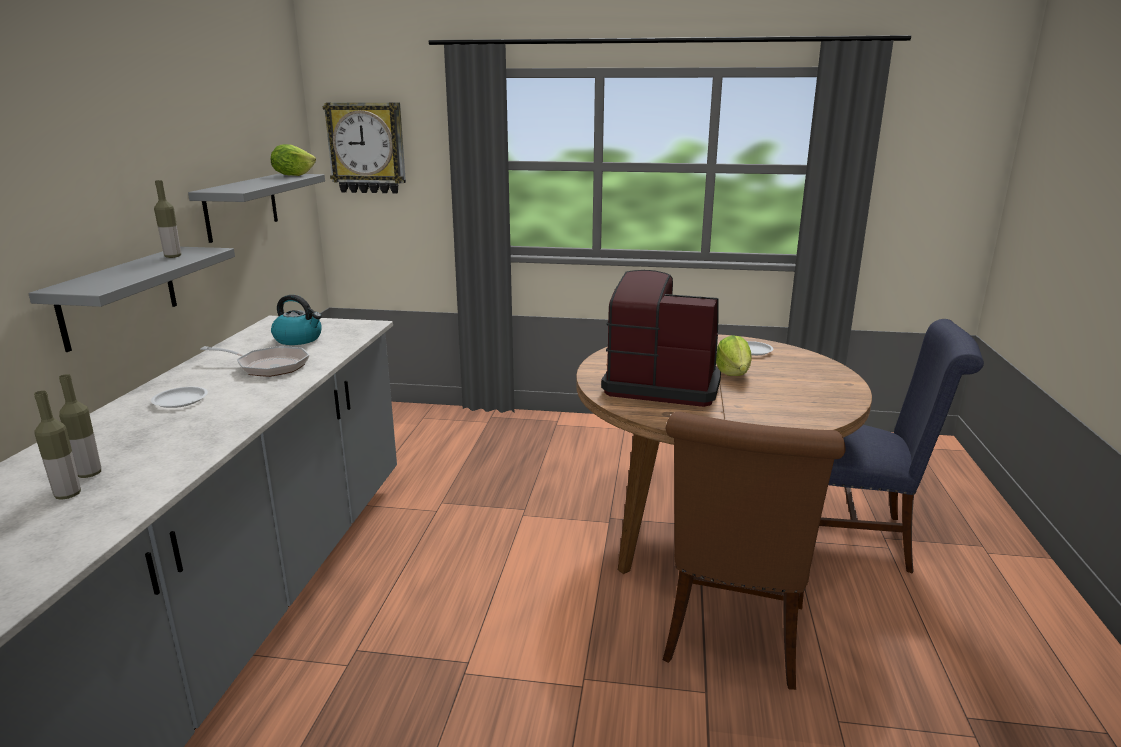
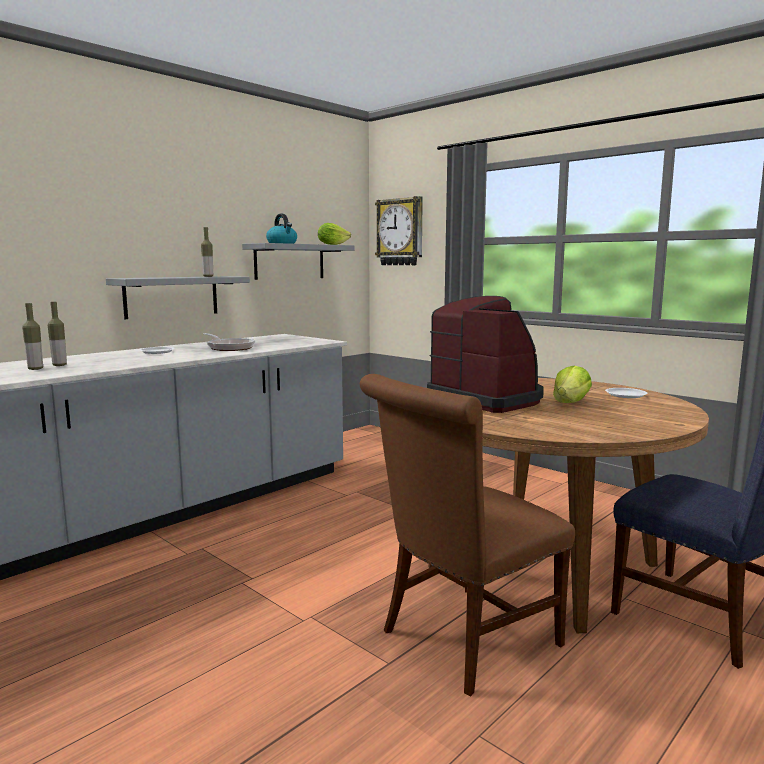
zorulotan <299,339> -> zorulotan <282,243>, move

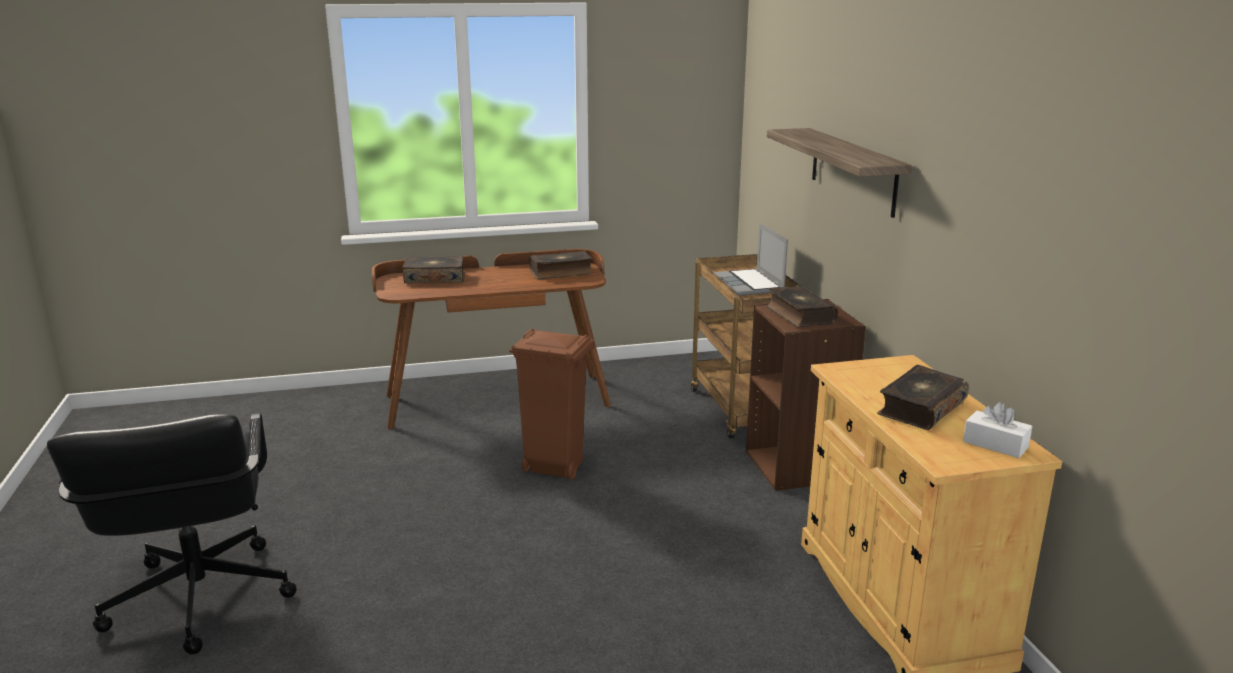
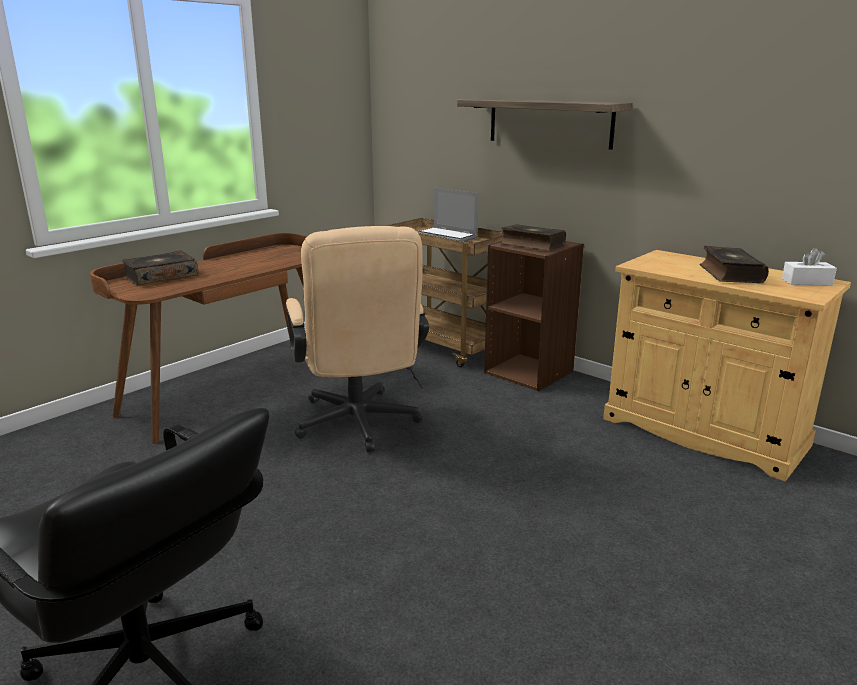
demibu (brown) <553,468> -> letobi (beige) <358,427>
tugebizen <561,272> -> none

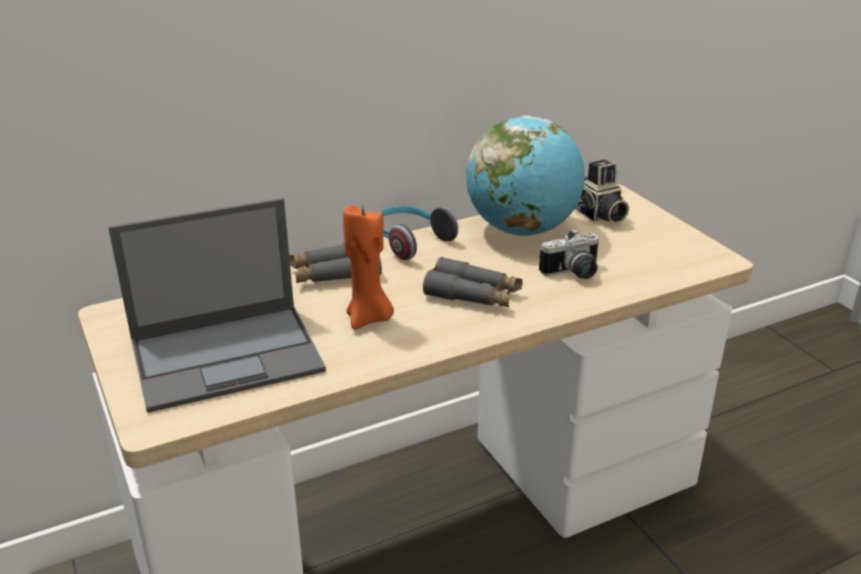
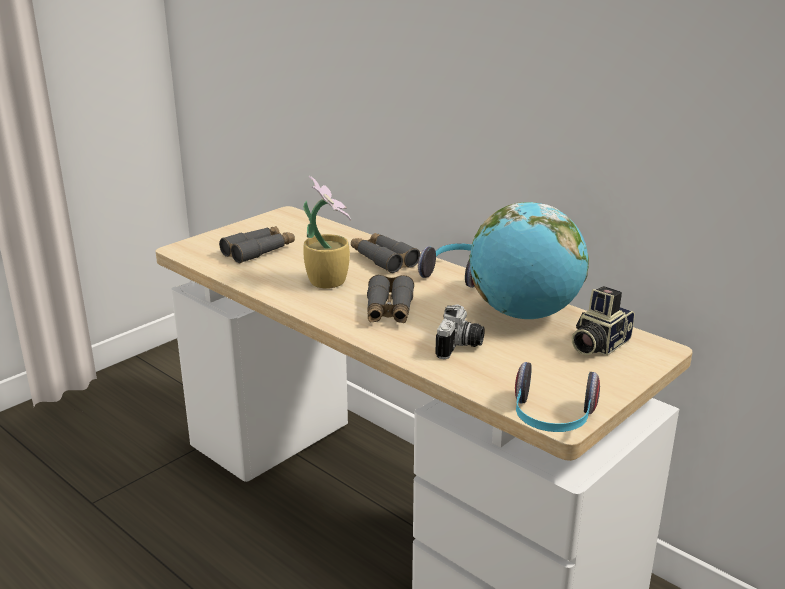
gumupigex <228,355> -> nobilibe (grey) <259,251>
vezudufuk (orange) <369,318> -> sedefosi <328,281>
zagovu <573,273> -> zagovu <461,347>, 120 degrees counterclockwise
none -> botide <552,419>

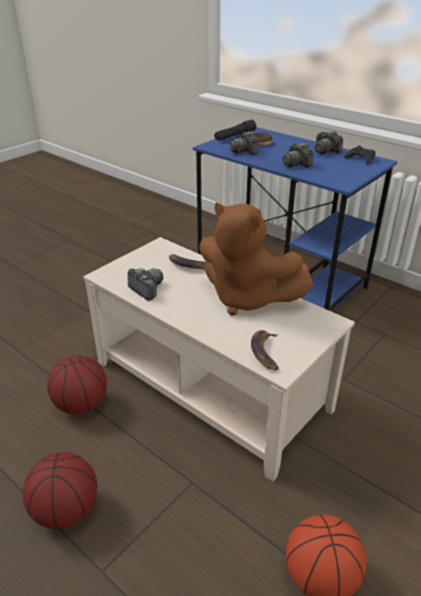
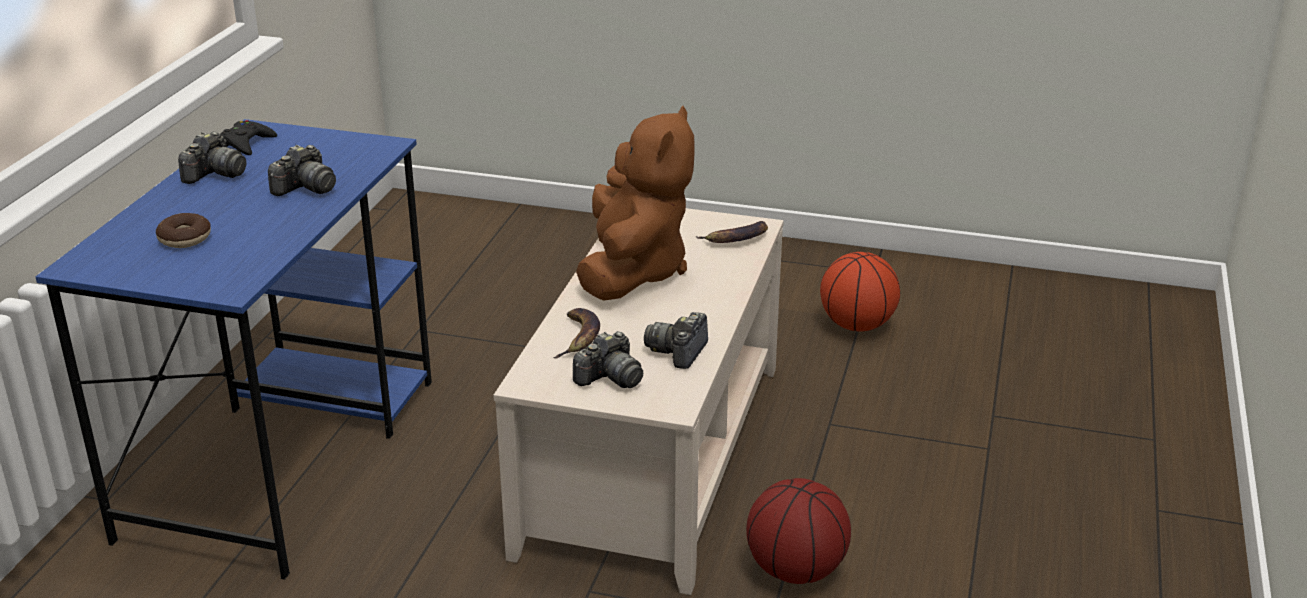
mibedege <65,510> -> none
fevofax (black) <235,136> -> none
zagovu <244,151> -> zagovu <610,378>, move

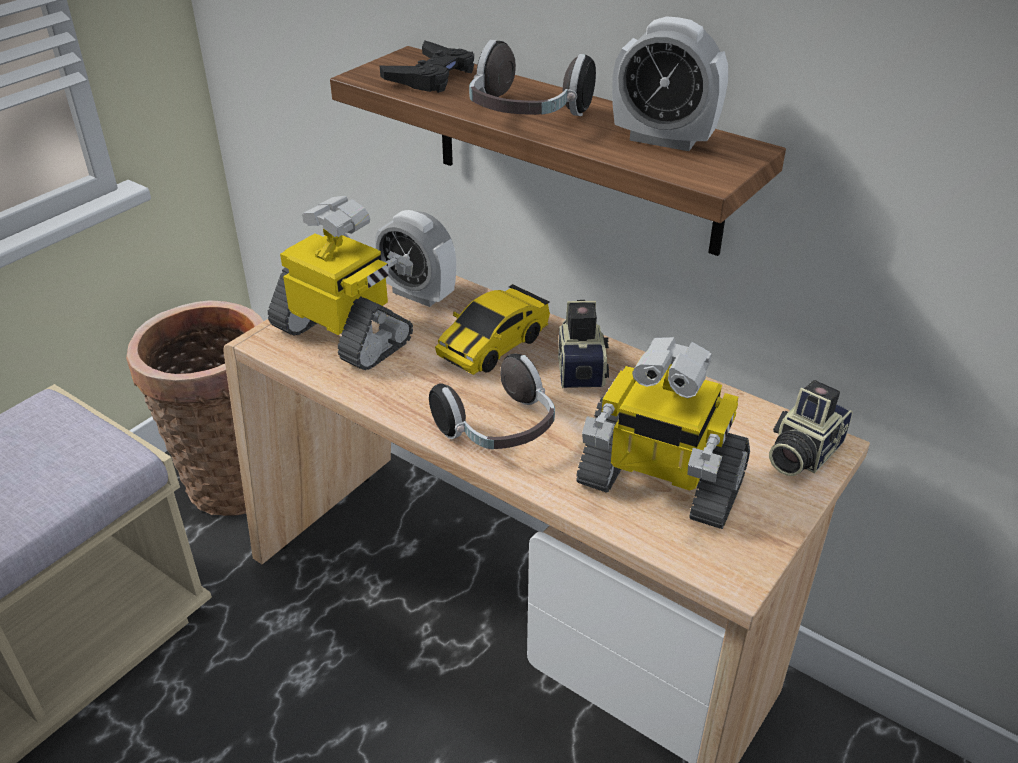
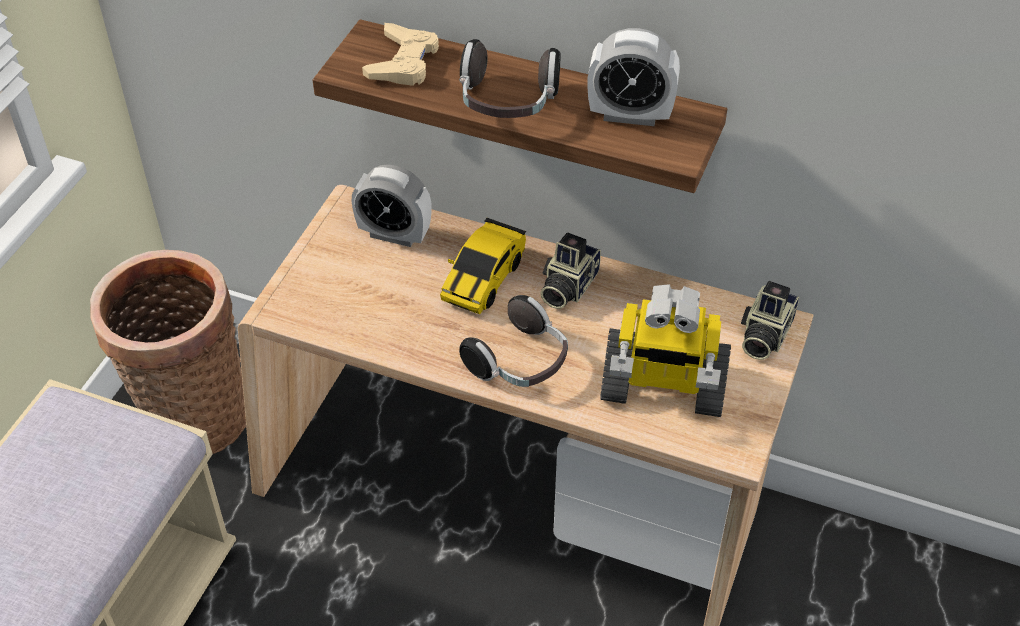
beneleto <345,335> -> none
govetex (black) <431,76> -> govetex (beige) <403,62>
zagovu <581,367> -> zagovu <566,286>, 135 degrees counterclockwise

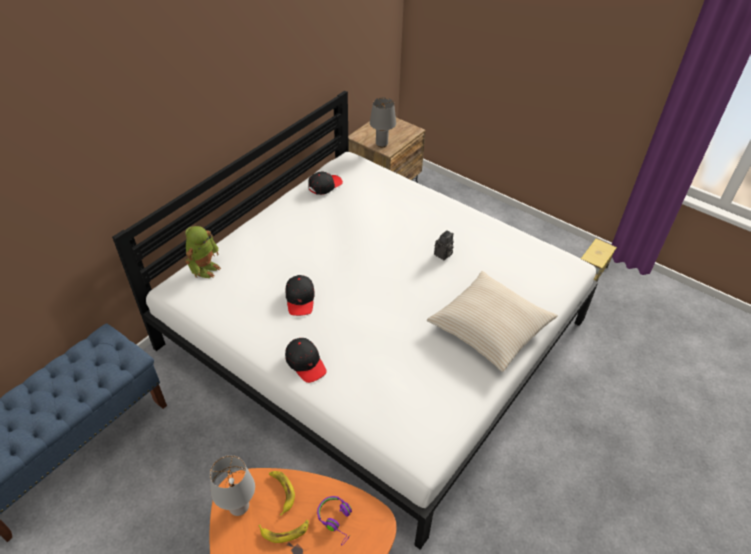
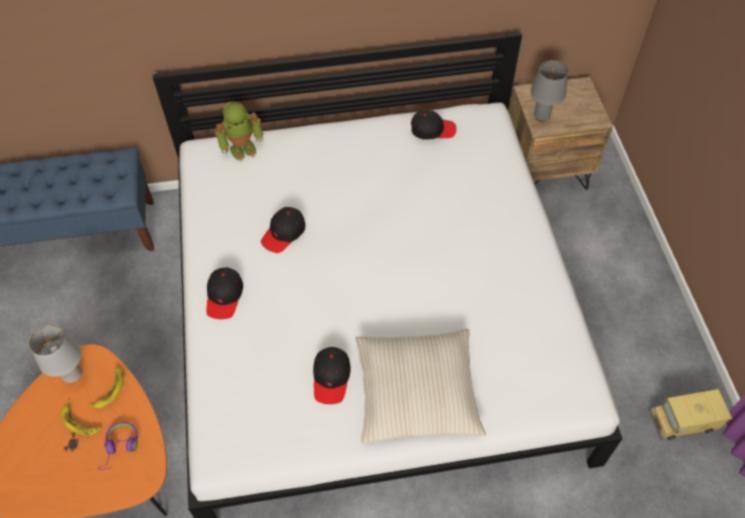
zagovu <443,255> -> none
none -> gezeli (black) <331,378>

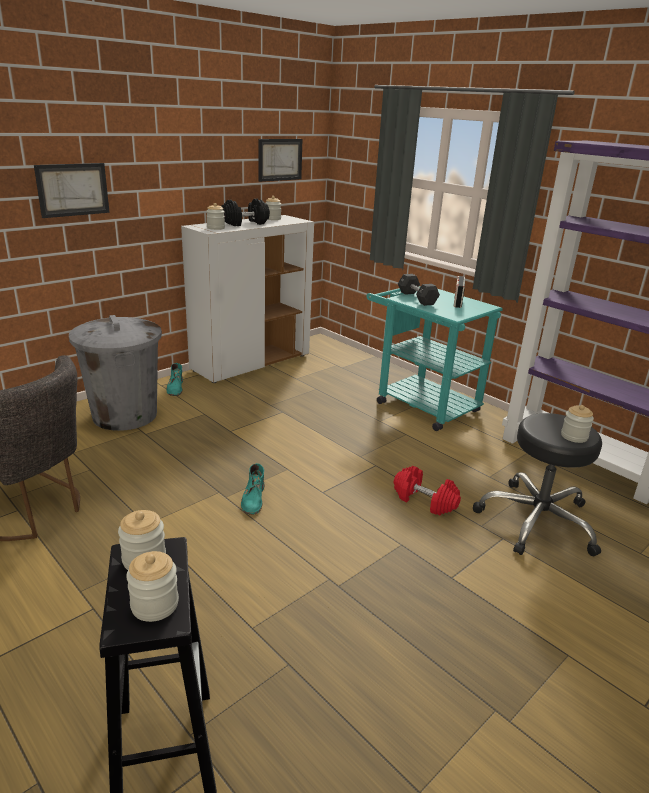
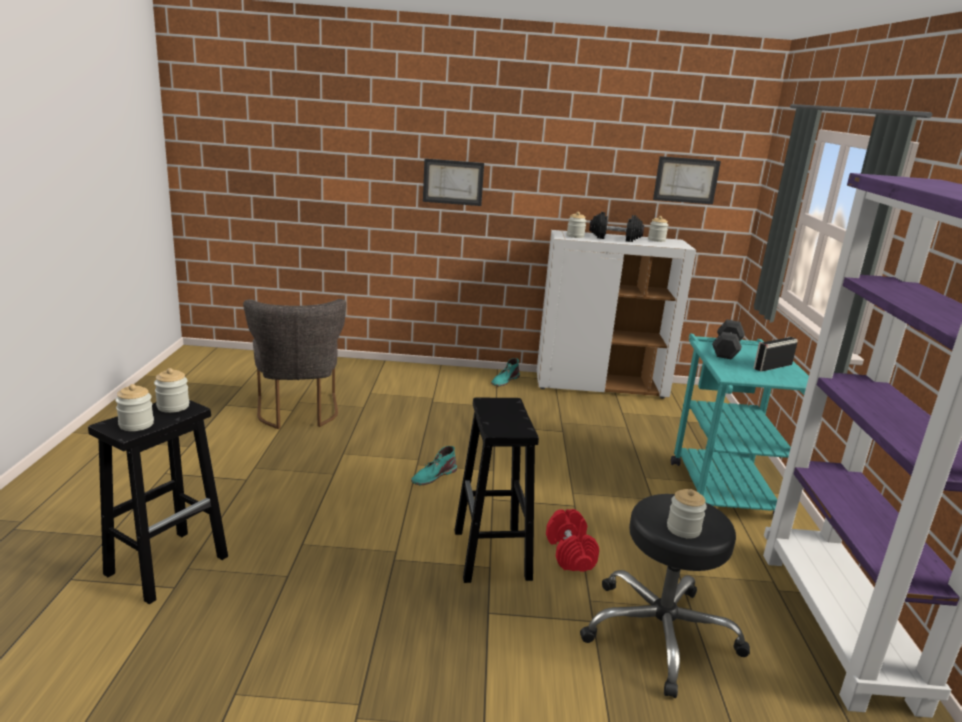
demibu (grey) <124,415> -> none
none -> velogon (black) <492,555>

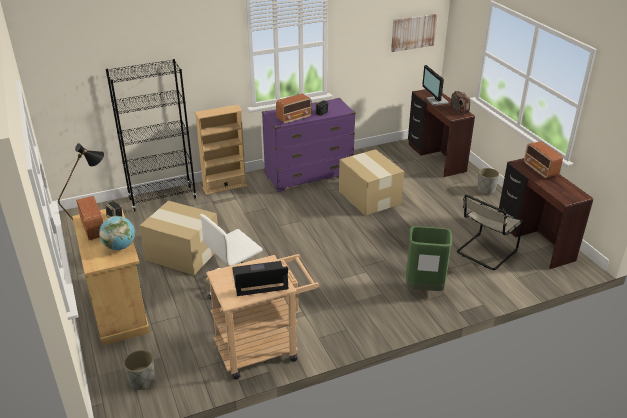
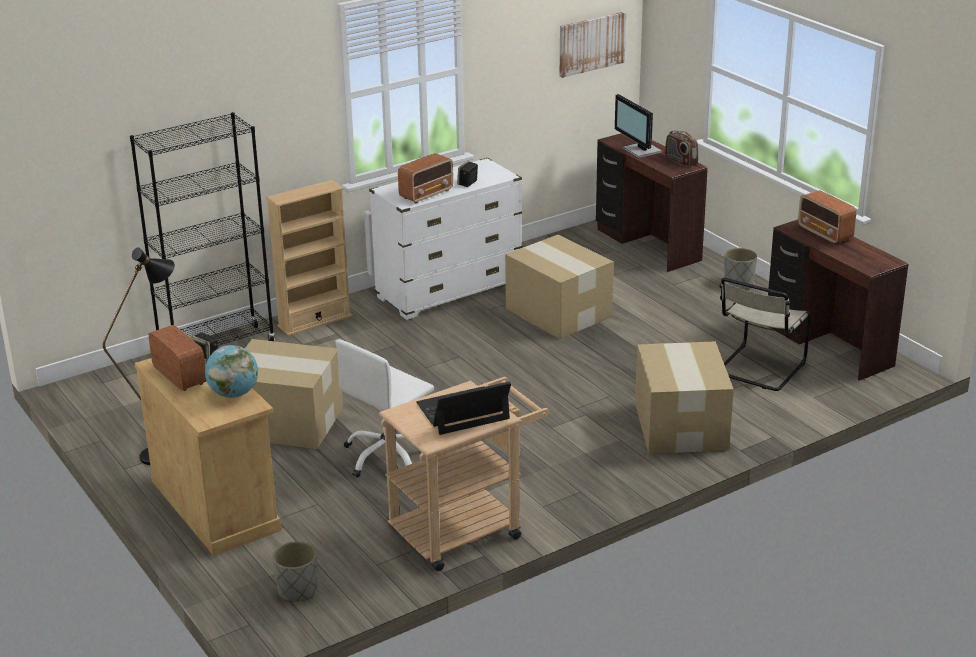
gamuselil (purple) <309,176> -> gamuselil (white) <449,291>
demibu (green) <424,289> -> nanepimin <680,427>

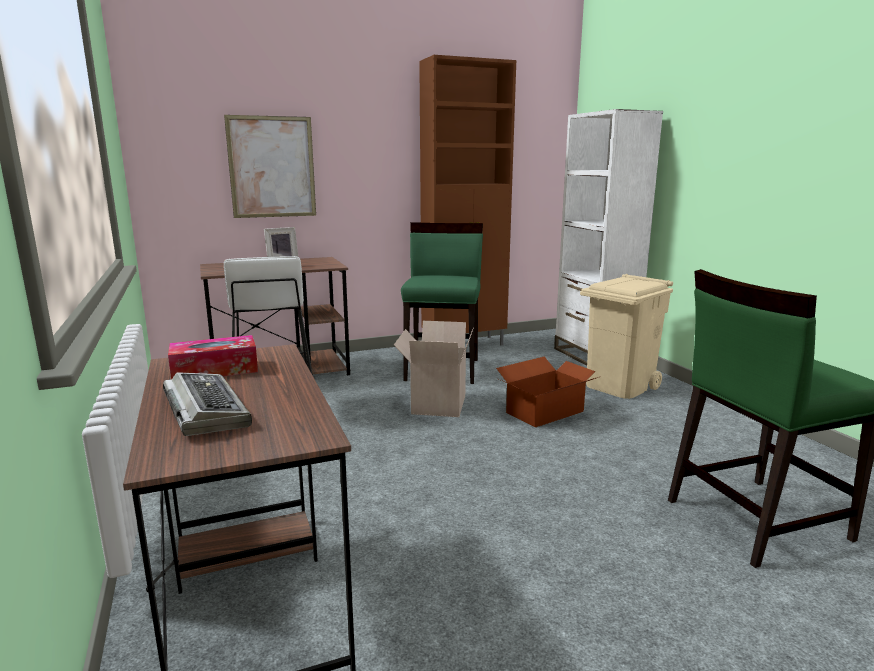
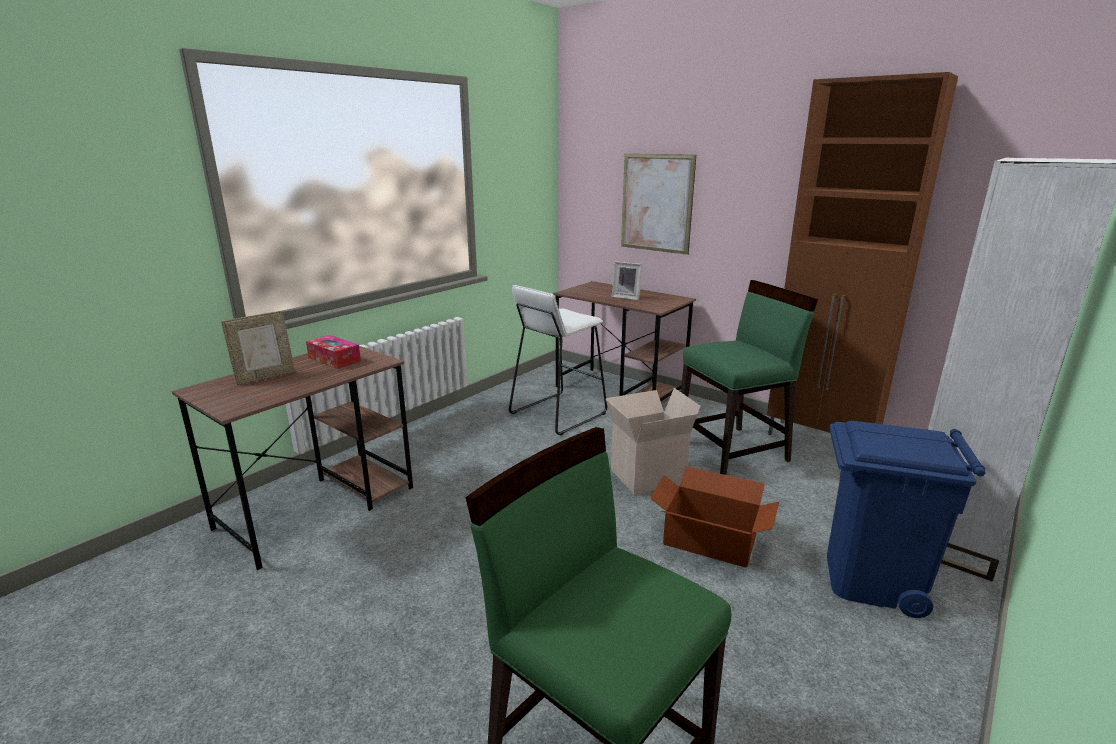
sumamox <205,411> -> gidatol <265,377>
demibu (beige) <619,386> -> demibu (blue) <871,580>

